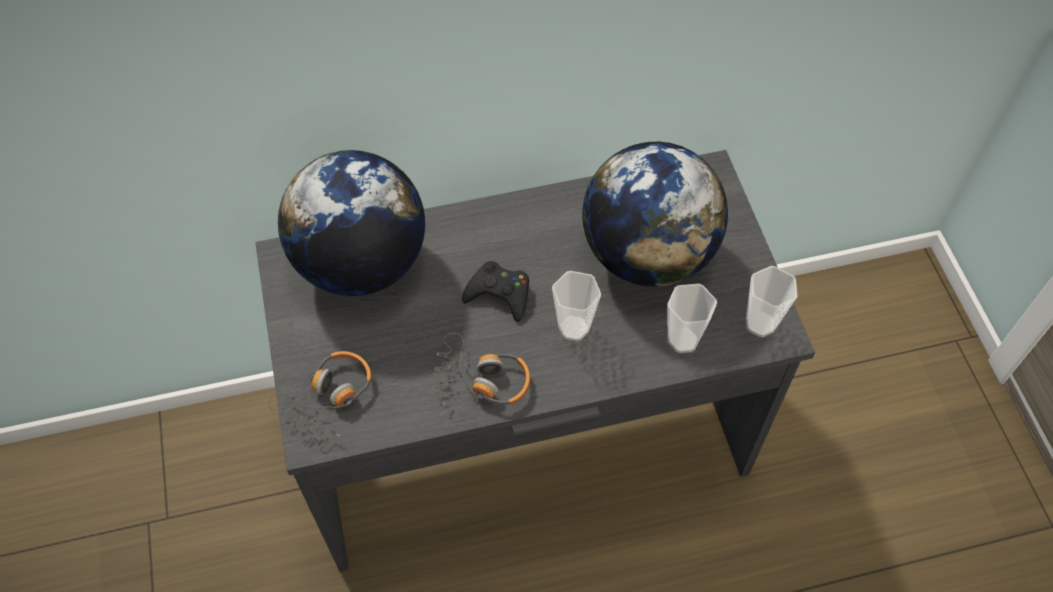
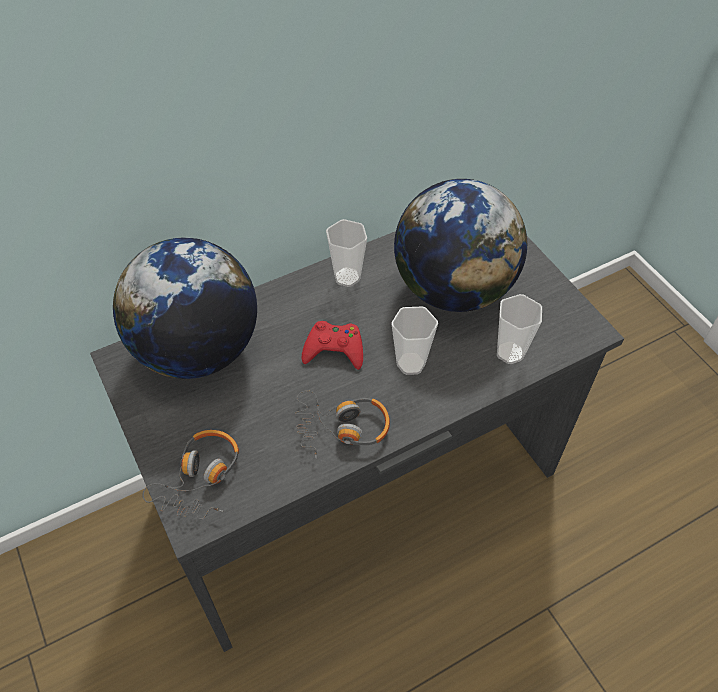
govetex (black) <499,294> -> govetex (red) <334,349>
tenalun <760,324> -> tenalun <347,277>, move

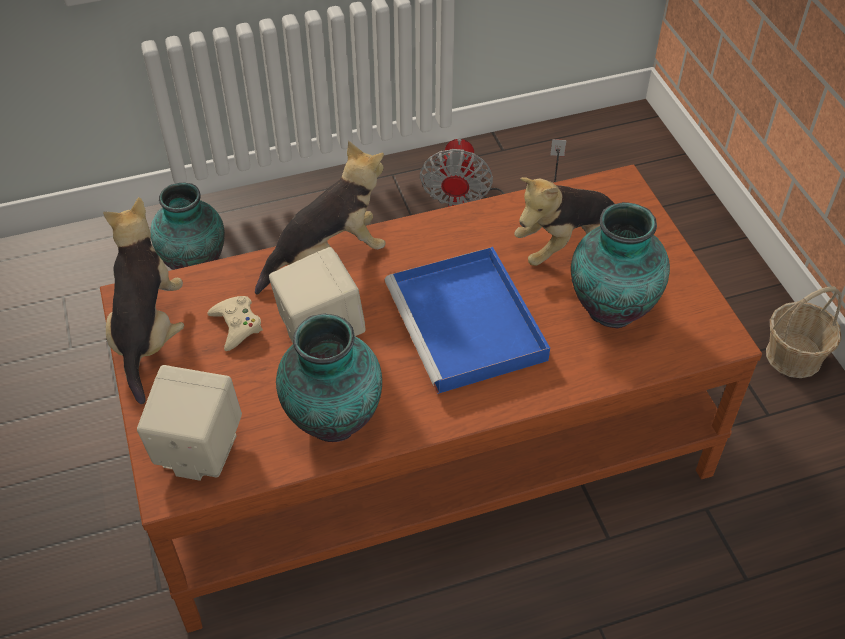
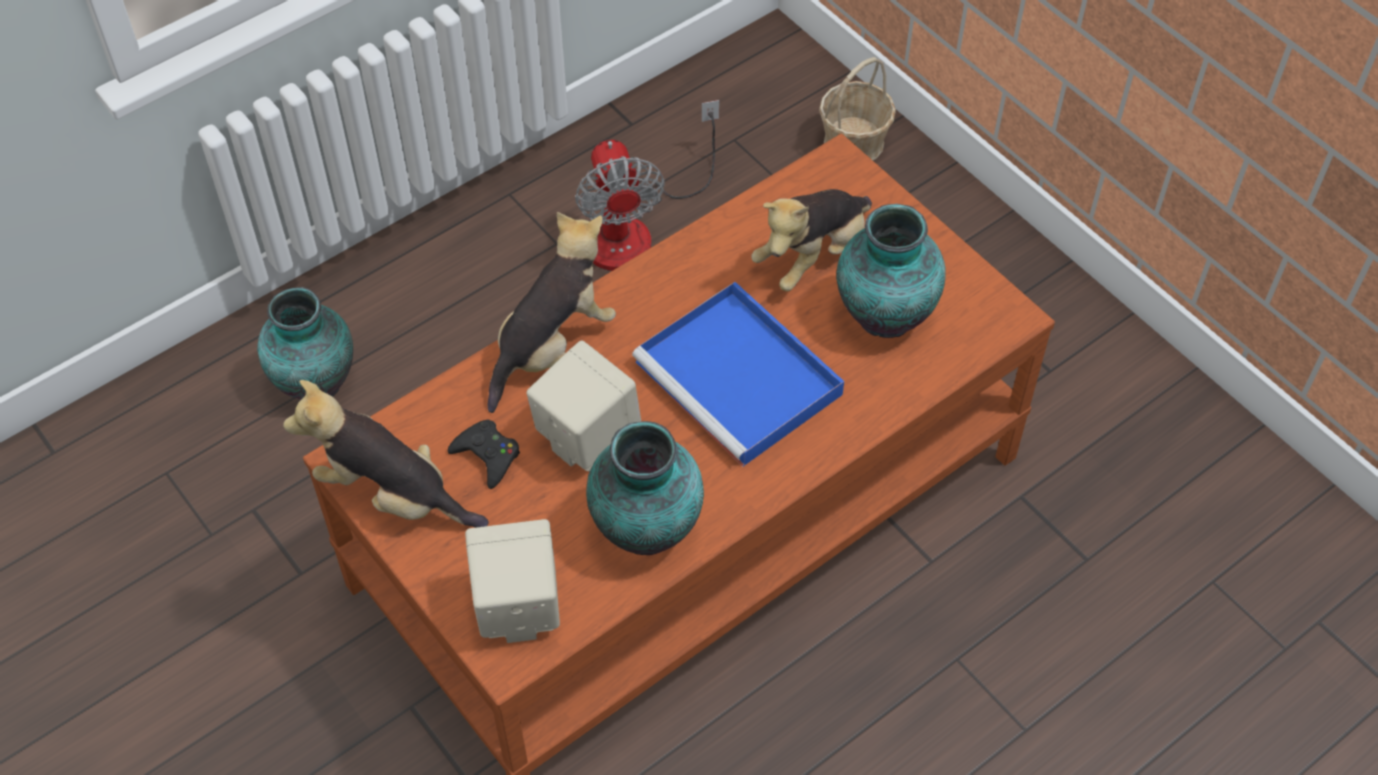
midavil <149,333> -> midavil <392,495>, 45 degrees counterclockwise
govetex (beige) <236,325> -> govetex (black) <487,456>
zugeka <794,356> -> zugeka <854,142>, move

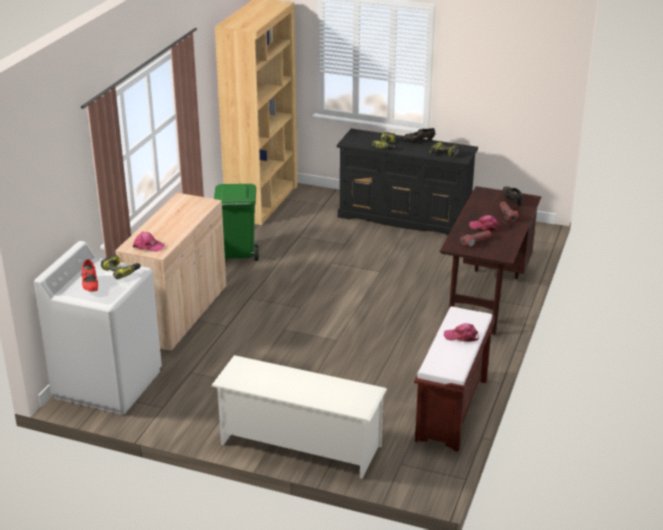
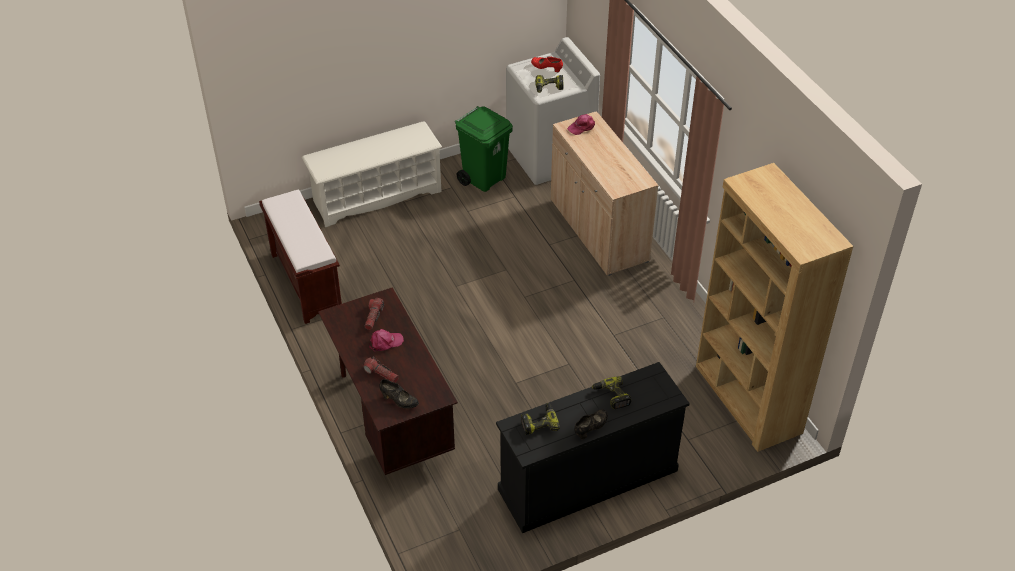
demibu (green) <237,255> -> demibu (green) <484,179>, move
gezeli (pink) <461,336> -> none

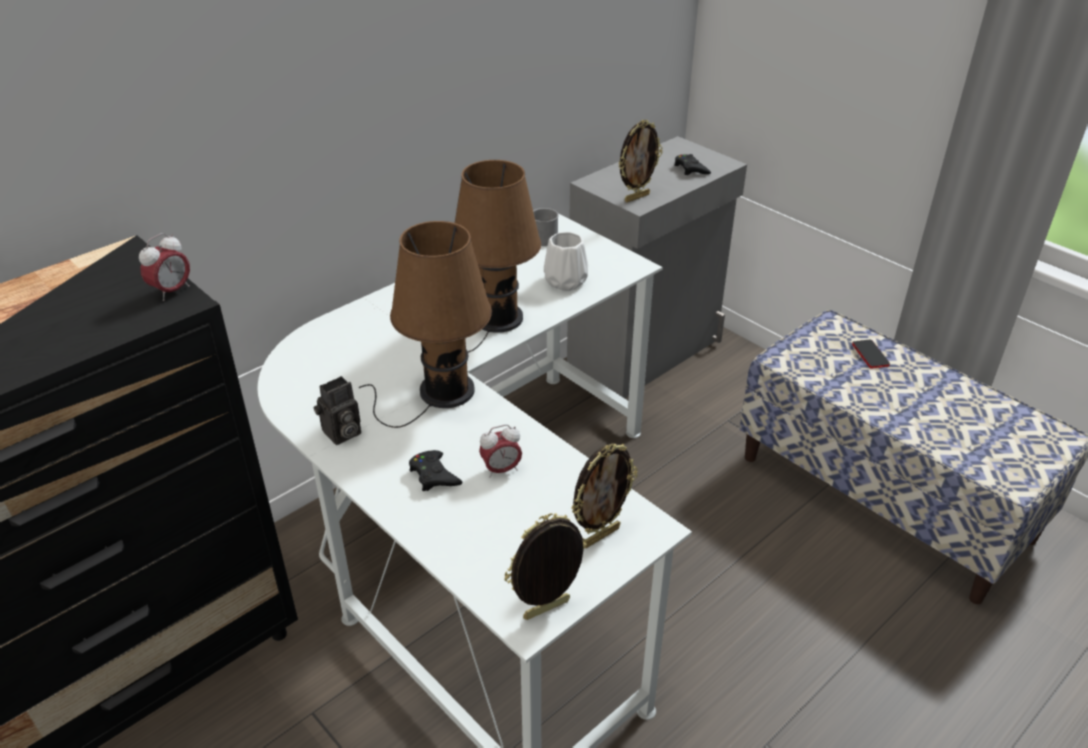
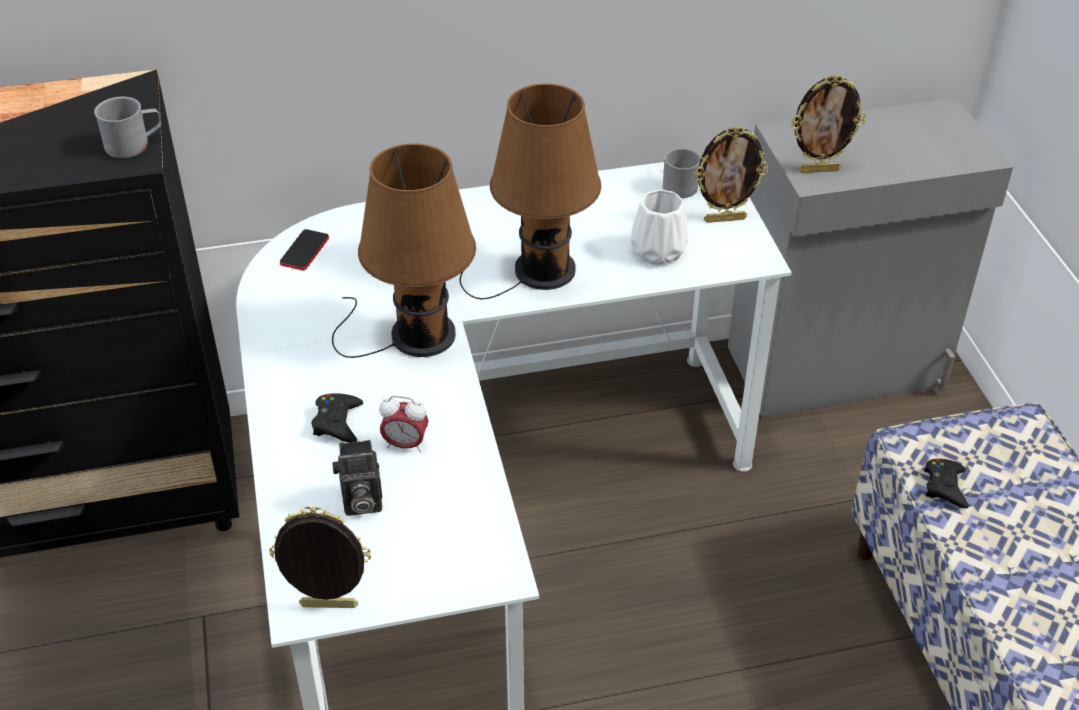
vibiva <172,291> -> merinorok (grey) <134,144>
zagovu <341,434> -> zagovu <360,503>, move
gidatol <600,536> -> gidatol <725,219>, move
govetex (black) <691,169> -> govetex (black) <945,486>, move
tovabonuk <870,355> -> tovabonuk <305,251>, move

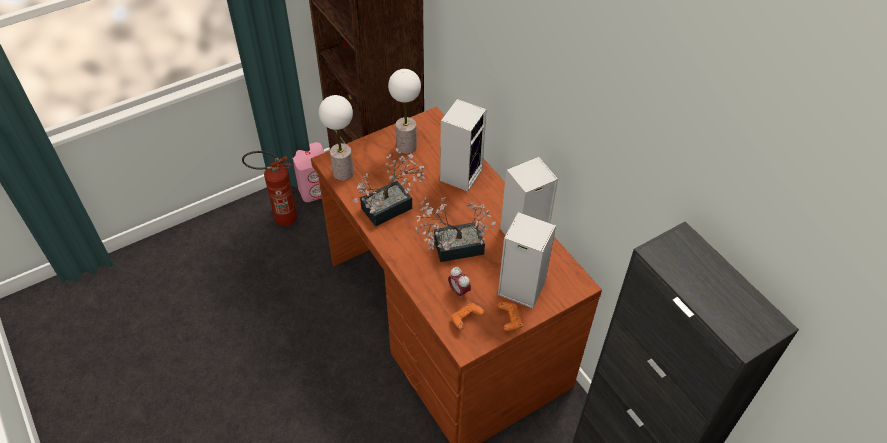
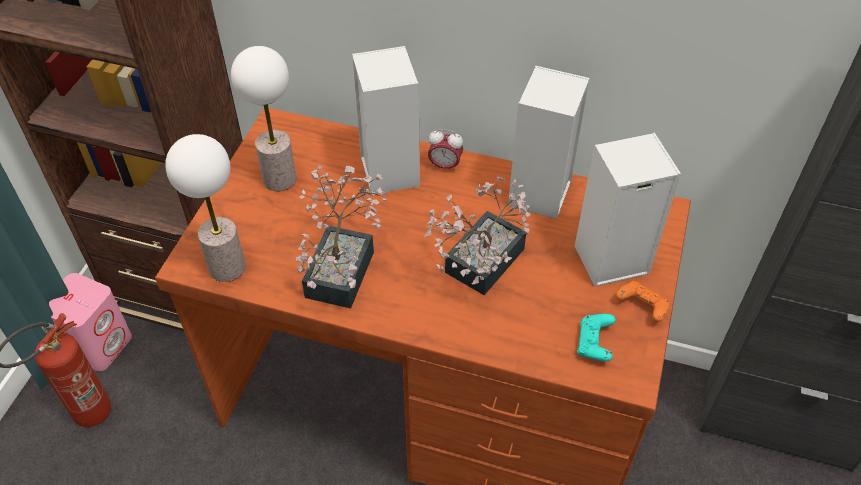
vibiva <459,291> -> vibiva <445,166>, move
govetex (orange) <466,319> -> govetex (turquoise) <594,344>

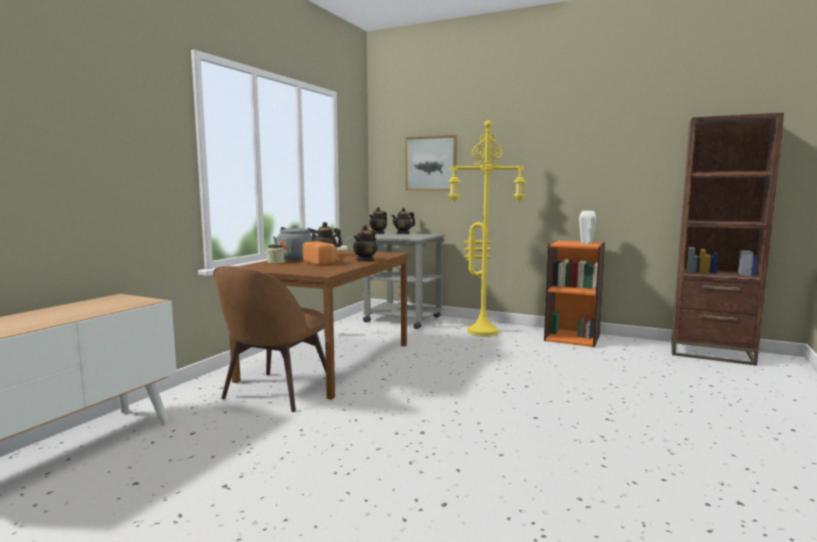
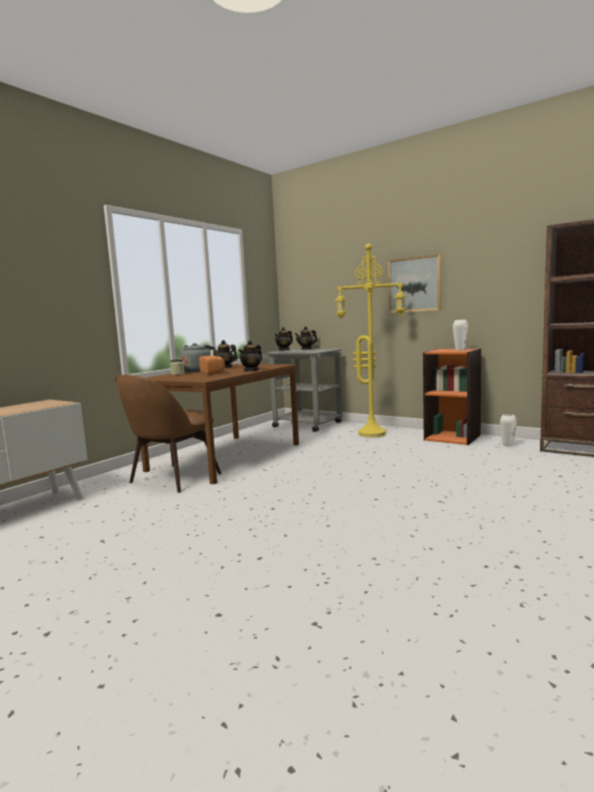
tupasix <431,164> -> tupasix <414,284>, move
none -> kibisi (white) <507,445>

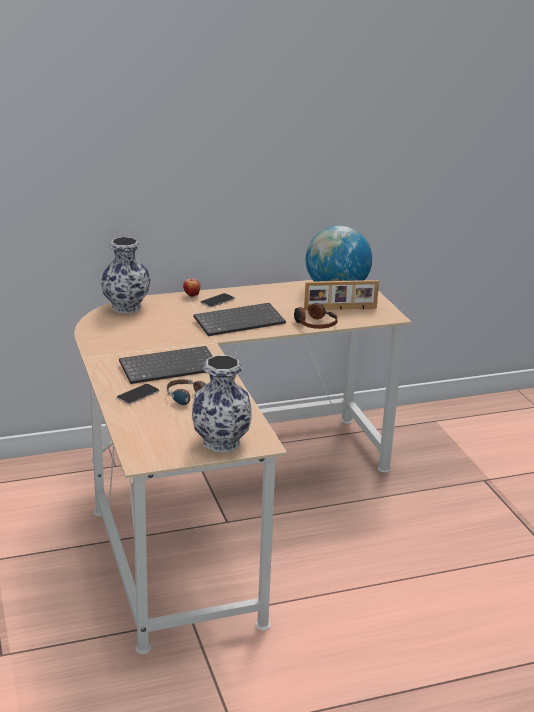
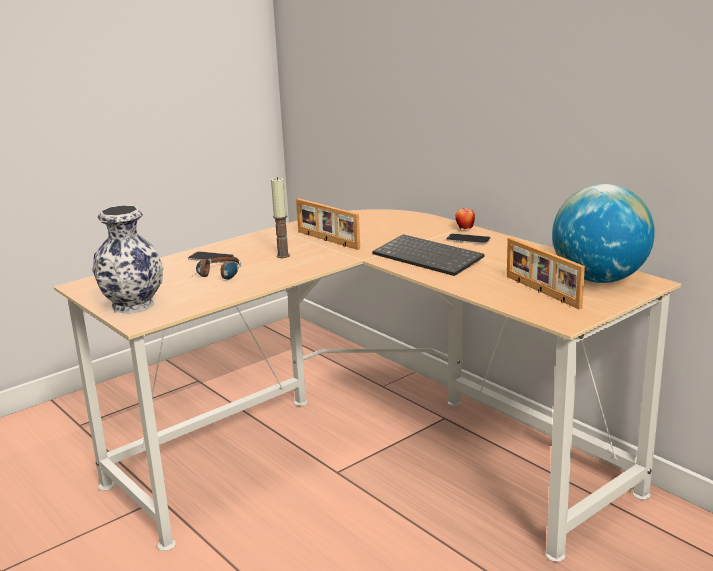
kibisi <127,307> -> none
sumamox <170,366> -> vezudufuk <283,255>
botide <314,324> -> none
none -> gidatol <327,240>

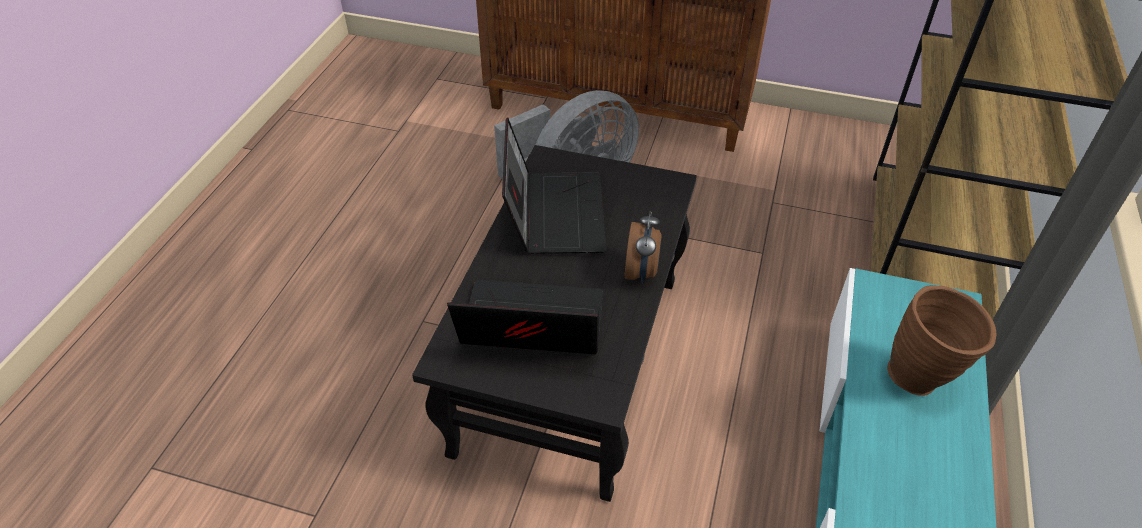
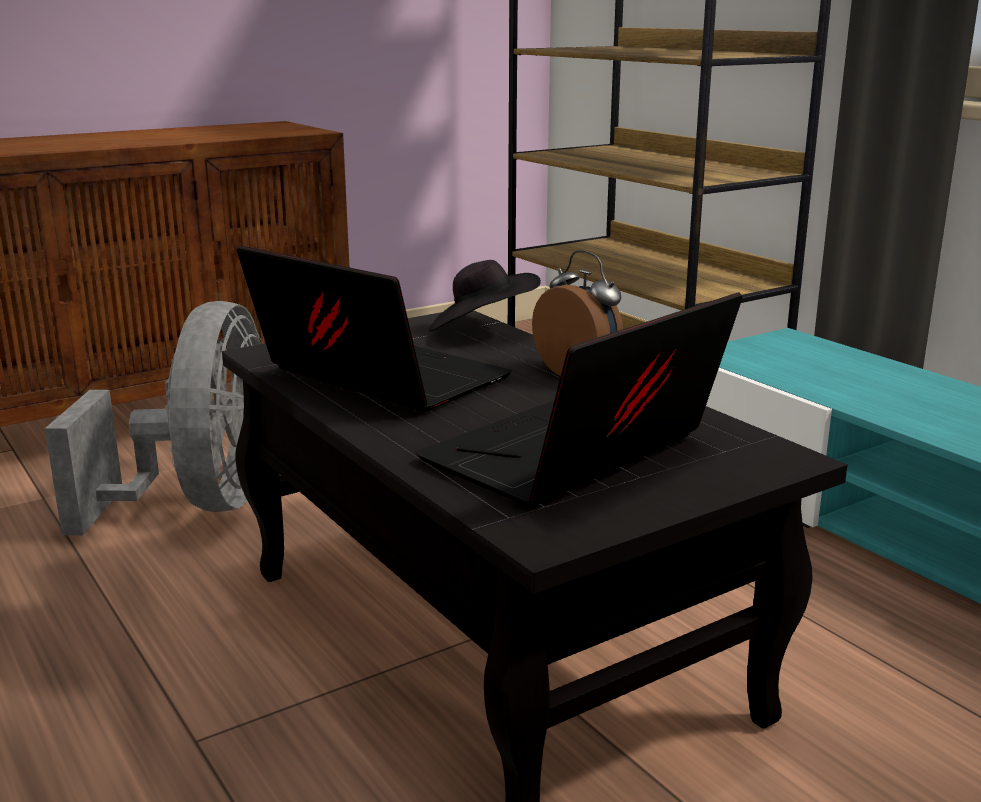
kibisi (brown) <923,378> -> none
none -> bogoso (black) <481,330>

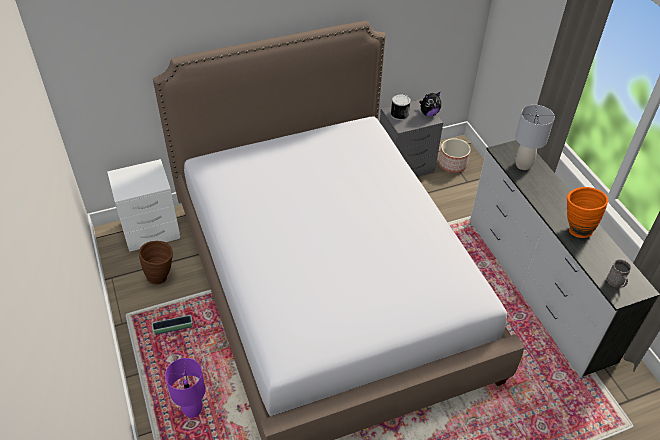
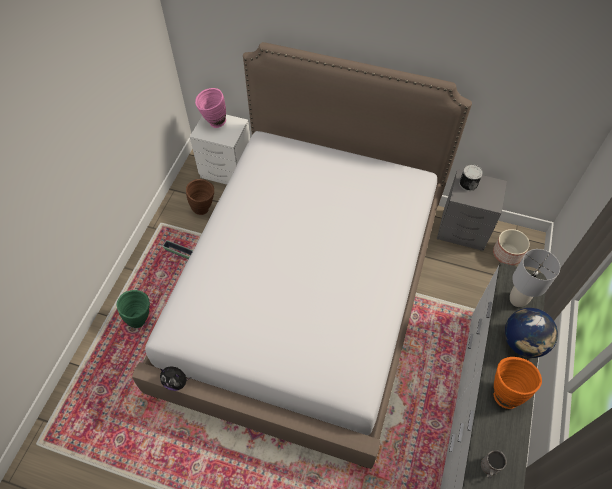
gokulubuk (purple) <192,410> -> kibisi (green) <141,319>
midavil <429,113> -> midavil <176,381>, move
none -> kibisi (pink) <213,123>
none -> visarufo <523,343>

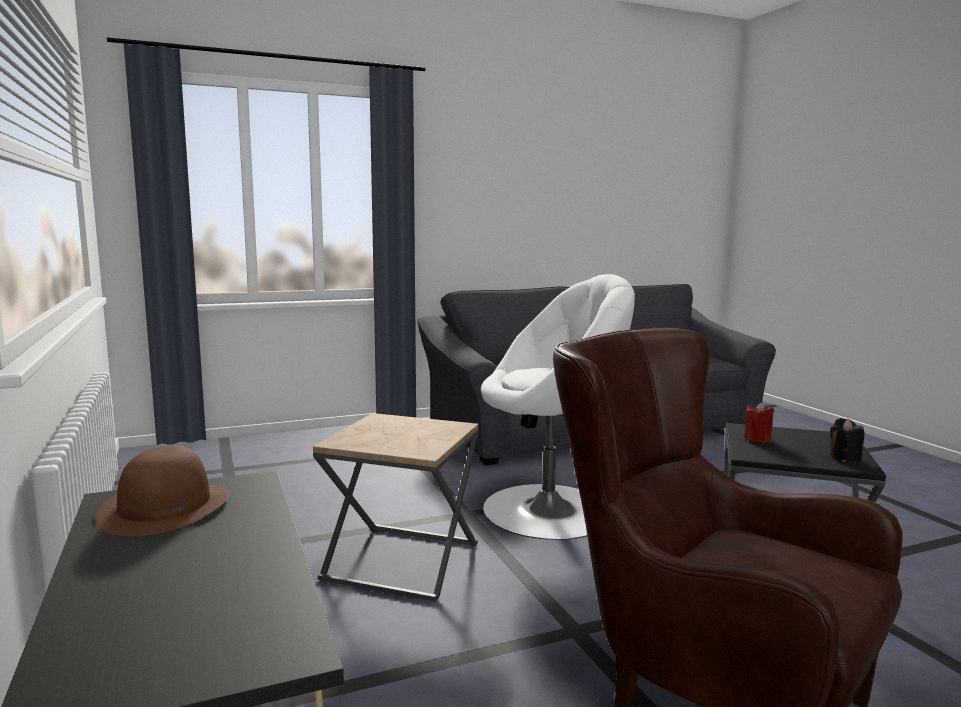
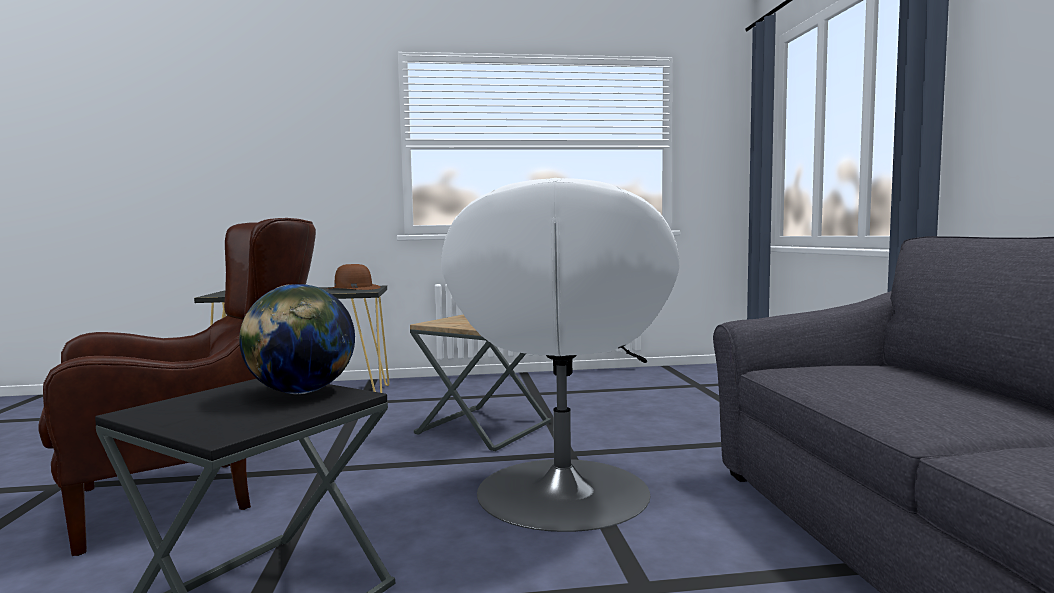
vezudufuk (red) <757,439> -> visarufo <301,392>
vezudufuk (black) <844,458> -> none

